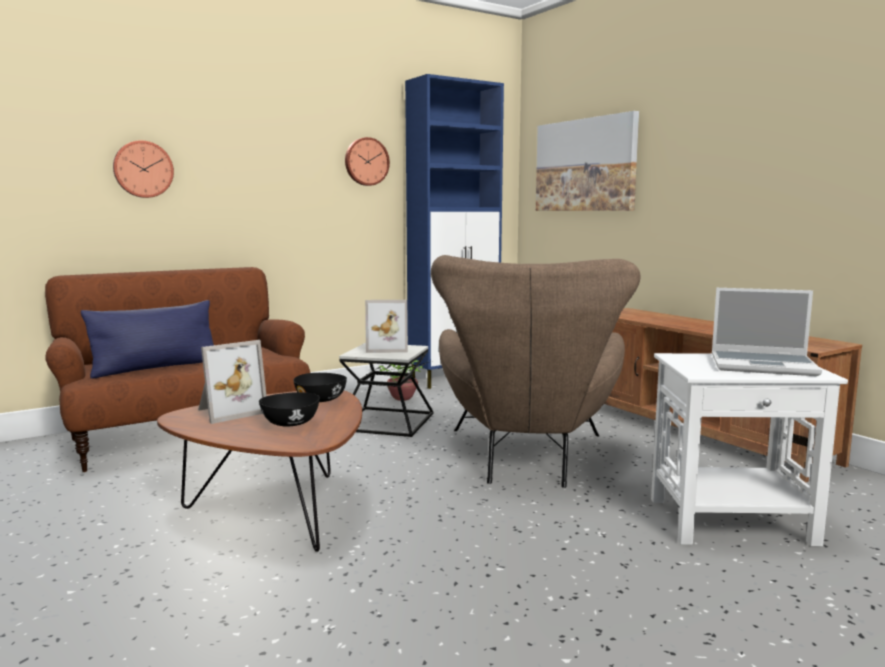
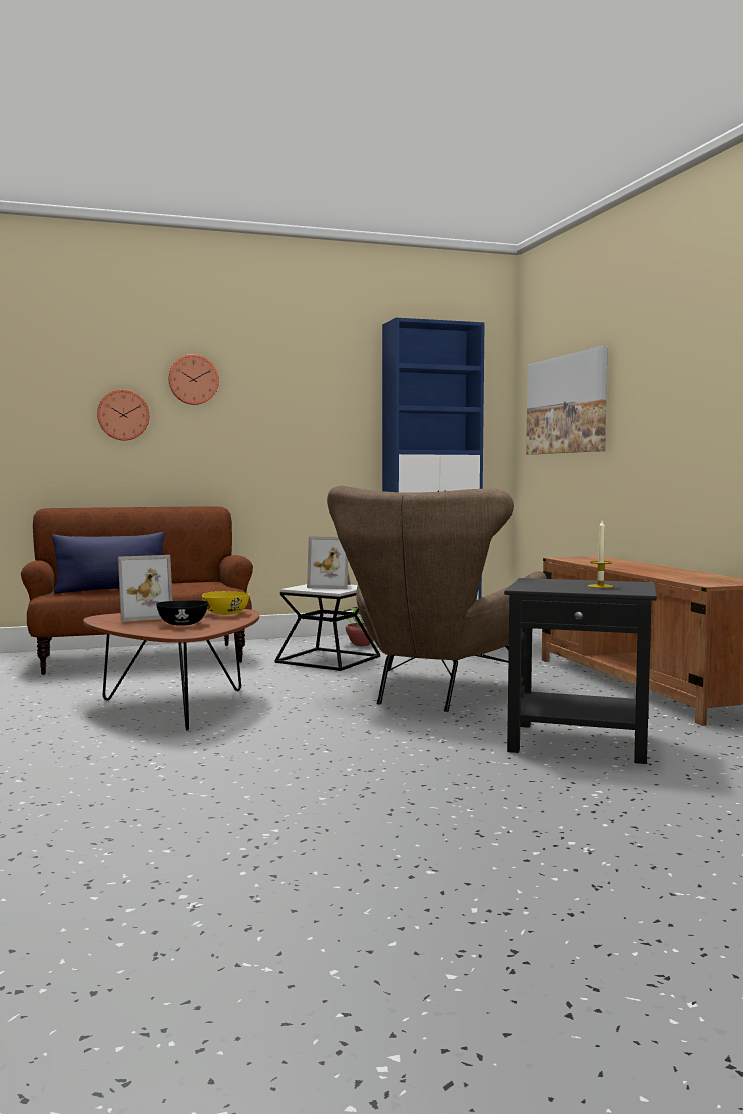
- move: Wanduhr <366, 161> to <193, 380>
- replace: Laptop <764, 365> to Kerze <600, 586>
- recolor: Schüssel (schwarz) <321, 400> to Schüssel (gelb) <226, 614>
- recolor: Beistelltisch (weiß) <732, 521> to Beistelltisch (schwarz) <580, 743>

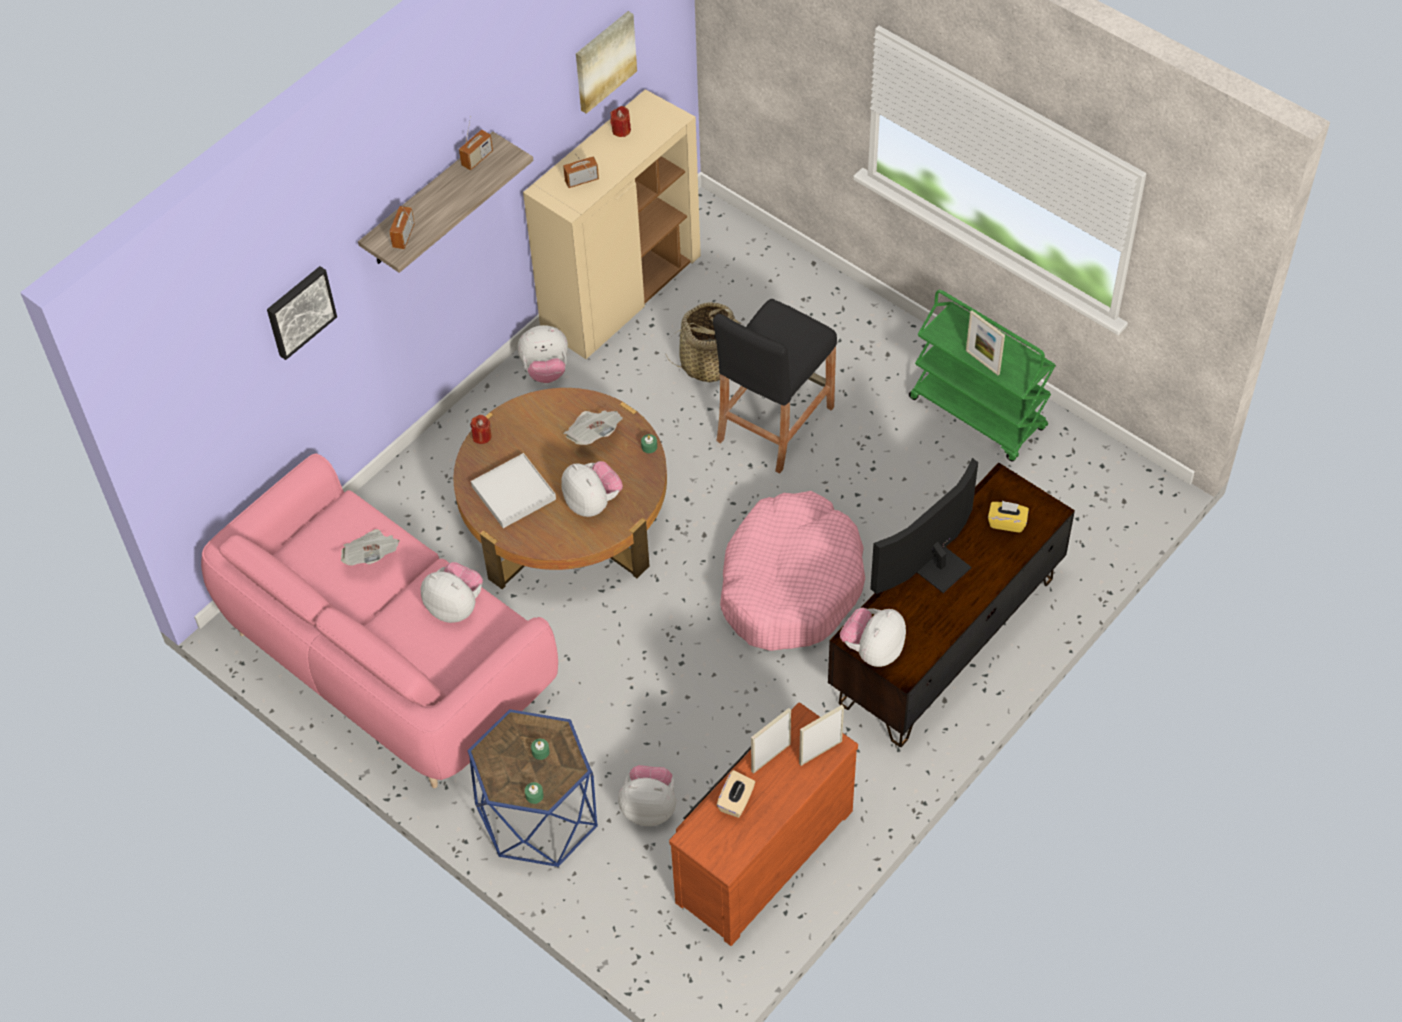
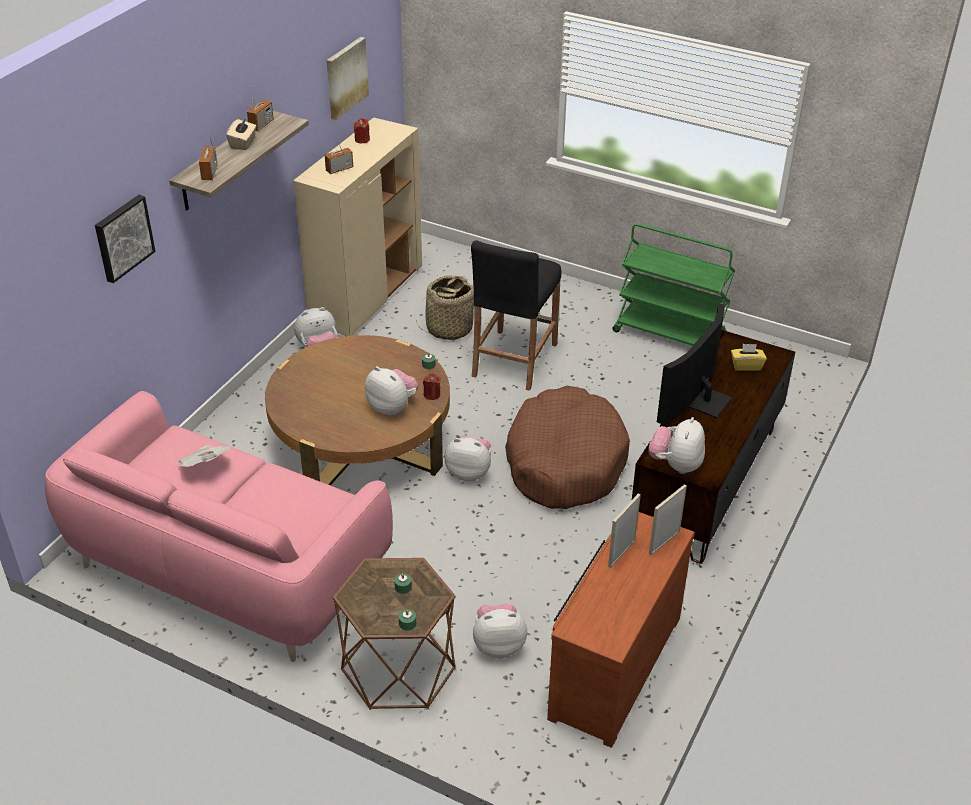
- delete: Tablett (weiß) <513, 492>
- delete: Zeitung <593, 435>
- delete: Bilderrahmen <982, 362>
- move: Plüschtier <455, 606> to <469, 472>
- move: Kerze (rot) <482, 436> to <432, 394>
- move: Taschentuchbox (beige) <736, 801> to <243, 143>
- recolor: Beistelltisch (blau) <539, 816> to Beistelltisch (braun) <398, 668>
- recolor: Hundebett (rosa) <790, 584> to Hundebett (braun) <565, 462>

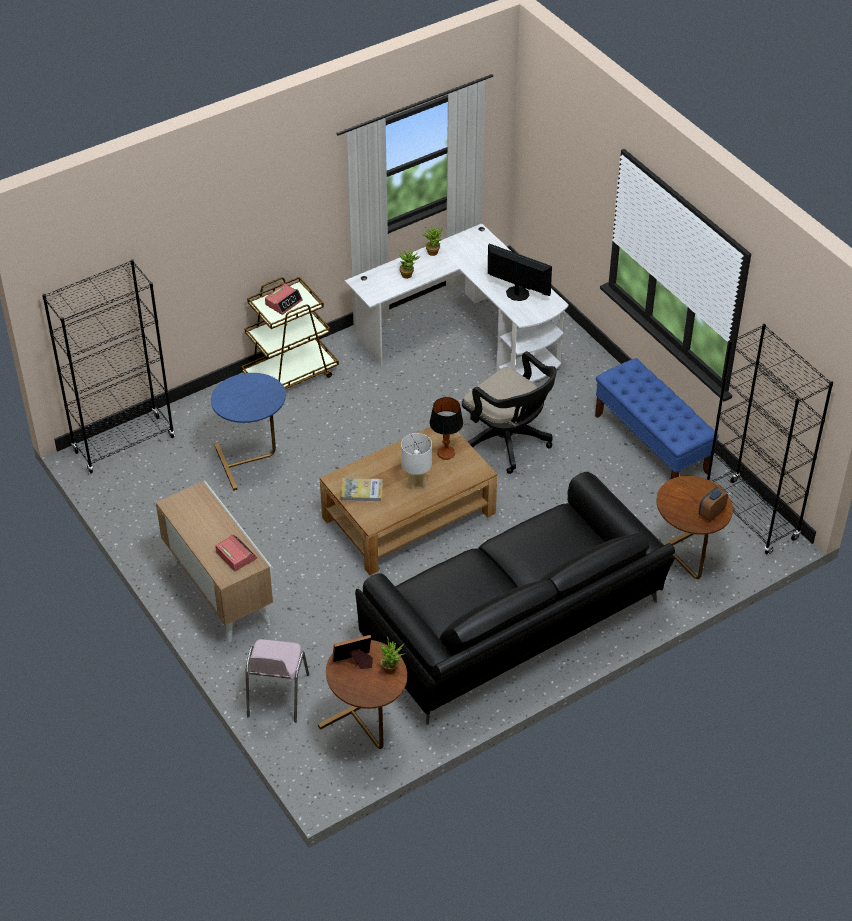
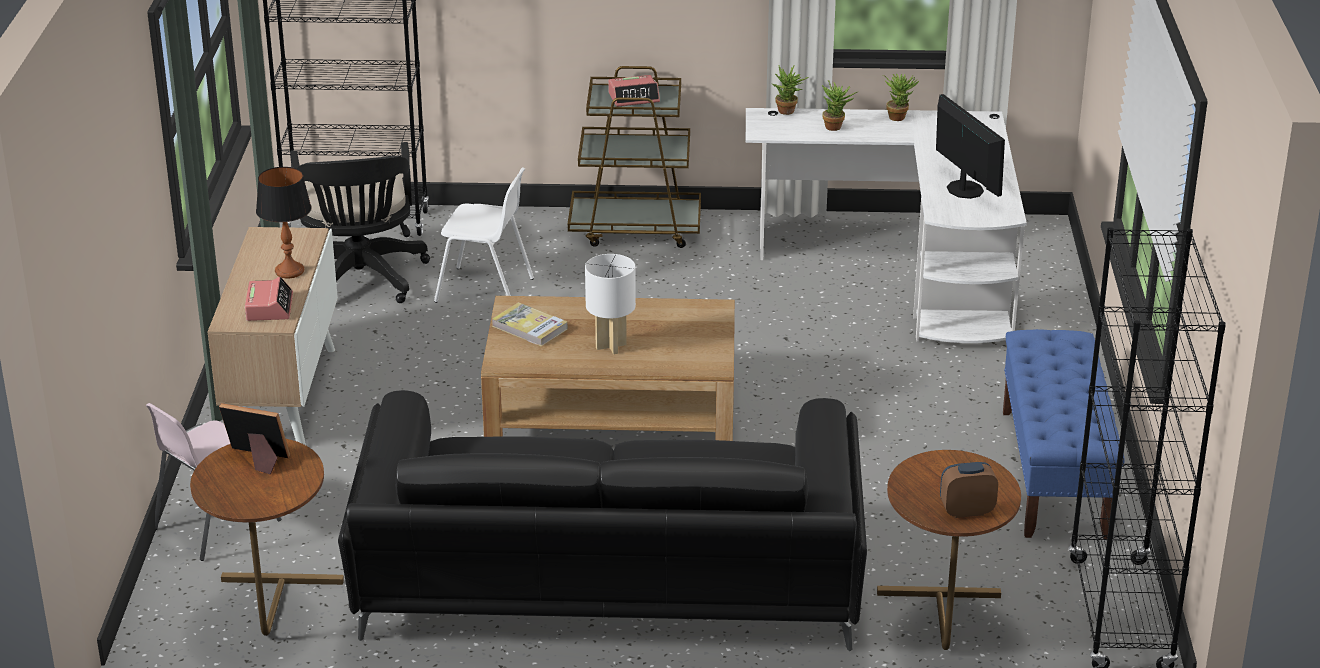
- move: Topfpflanze <392, 669> to <788, 112>
- move: Tischlampe <445, 453> to <289, 271>
- move: Bürostuhl (schwarz) <508, 443> to <360, 280>
- replace: Beistelltisch (blau) <253, 460> to Stuhl (weiß) <486, 290>

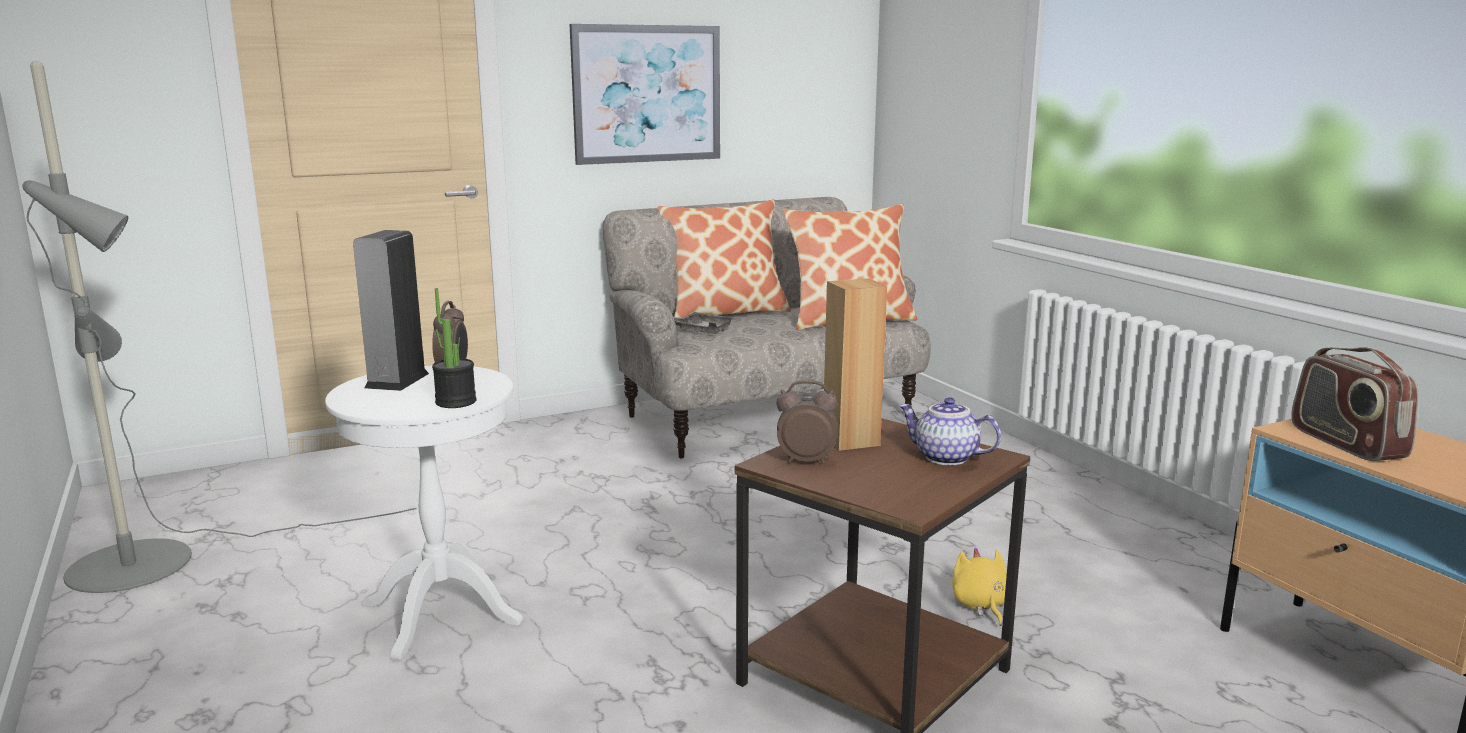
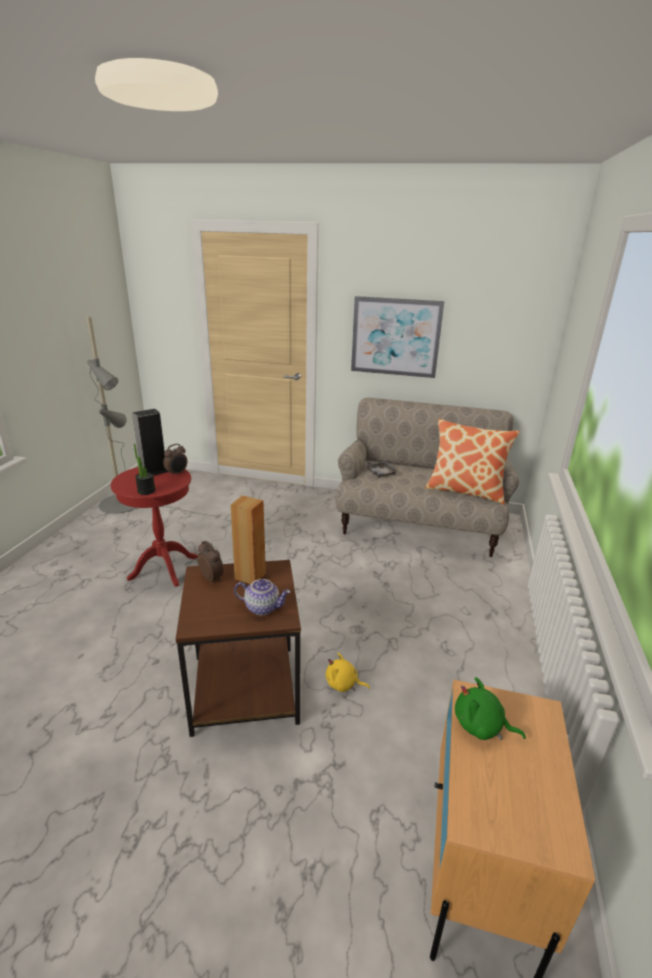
- delete: Kissen <725, 313>
- replace: Radio <1345, 443> to Plüschtier (grün) <481, 726>
- recolor: Beistelltisch (weiß) <441, 612> to Beistelltisch (rot) <164, 568>
- rotate: Teekanne <945, 458> = <263, 607> 120 degrees clockwise
- rotate: Plüschtier (gelb) <981, 605> = <343, 684> 105 degrees counterclockwise

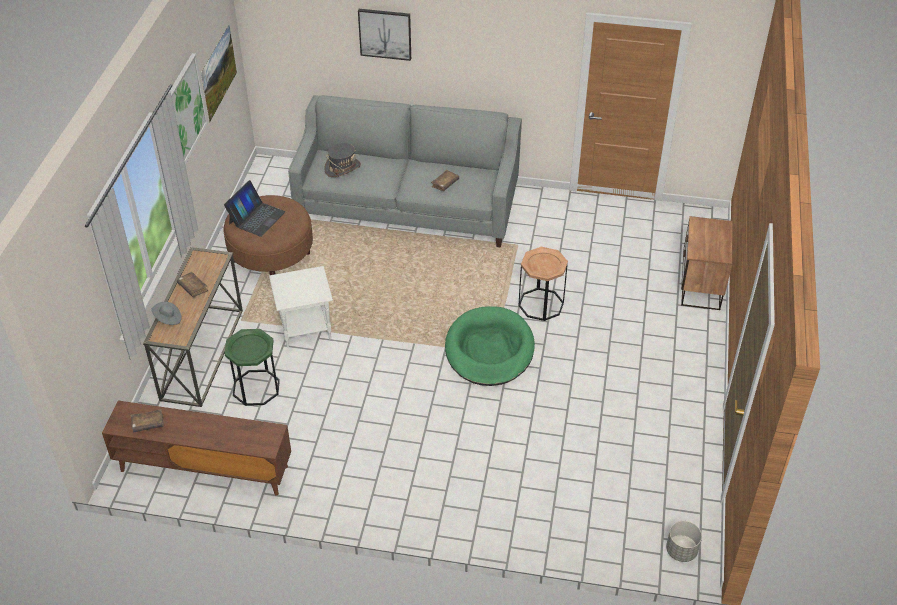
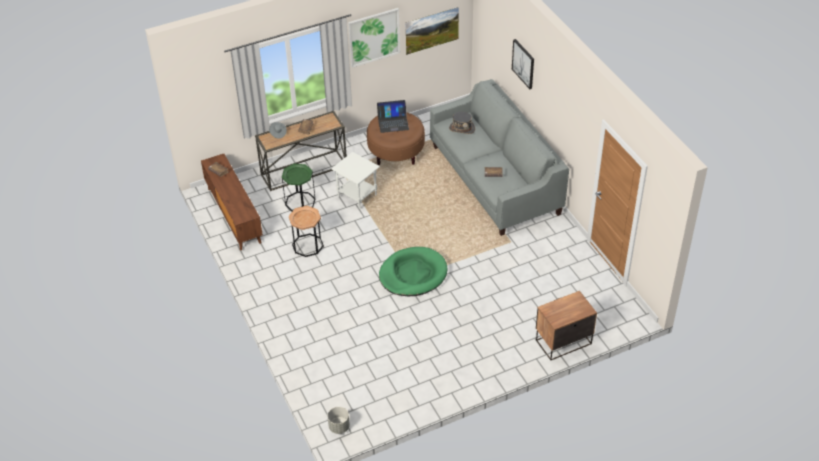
- move: Beistelltisch (braun) <541, 304> to <307, 245>

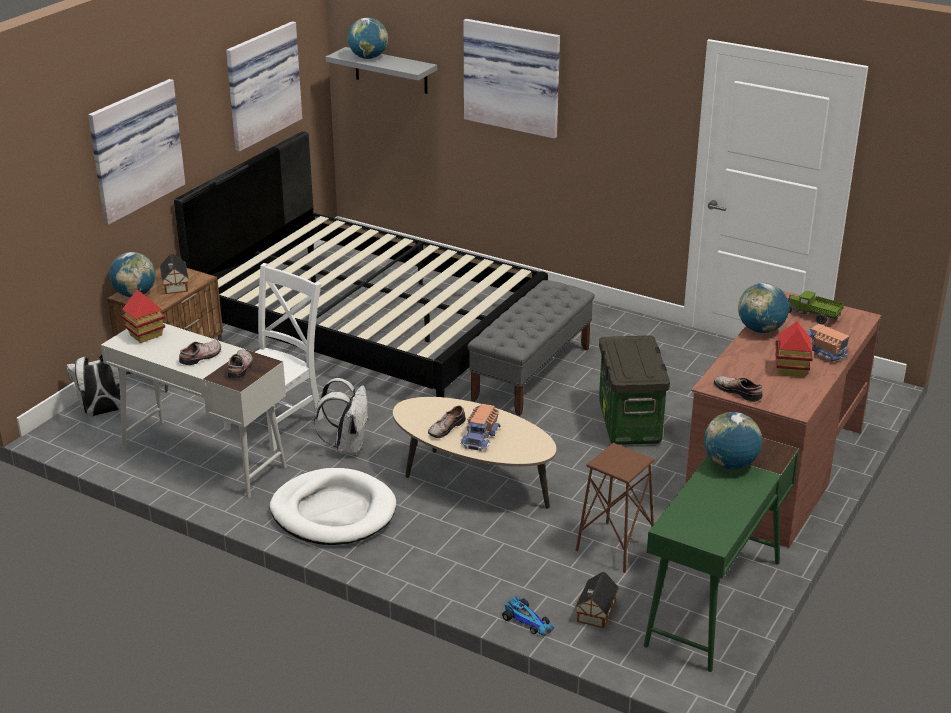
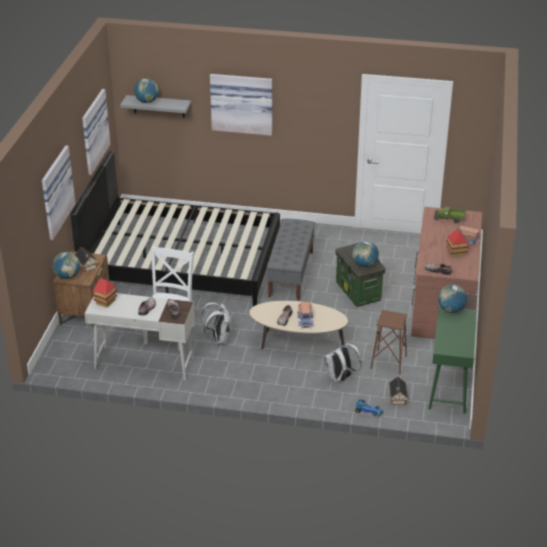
- delete: Hundebett (weiß) <333, 512>
- move: Rucksack (weiß) <103, 412> to <340, 378>
- move: Globus <760, 330> to <365, 264>

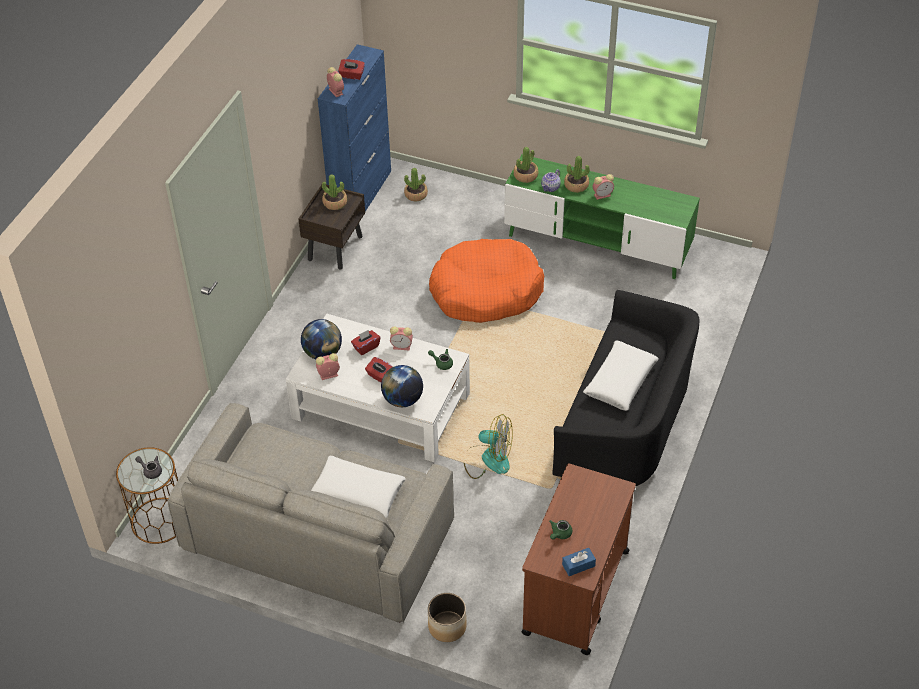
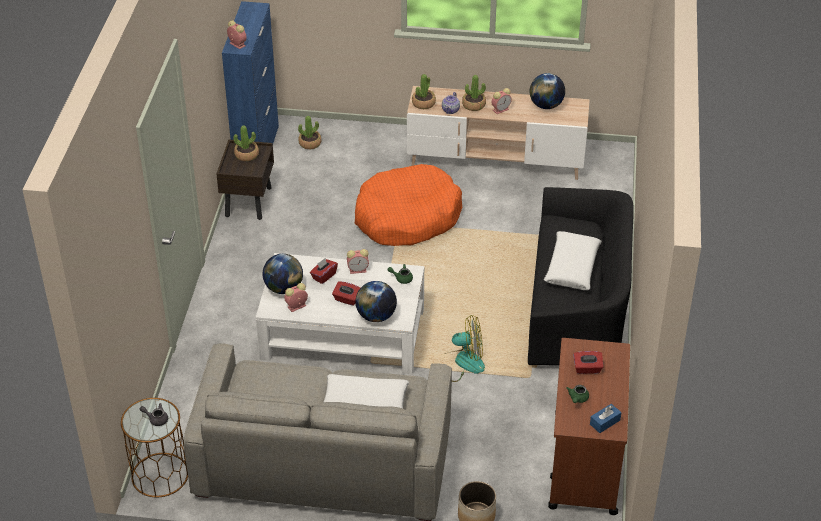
- insert: Globus <546, 105>
- move: Taschentuchbox (rot) <352, 75> to <587, 369>
- recolor: Fernsehschrank (grün) <597, 243> to Fernsehschrank (beige) <496, 160>

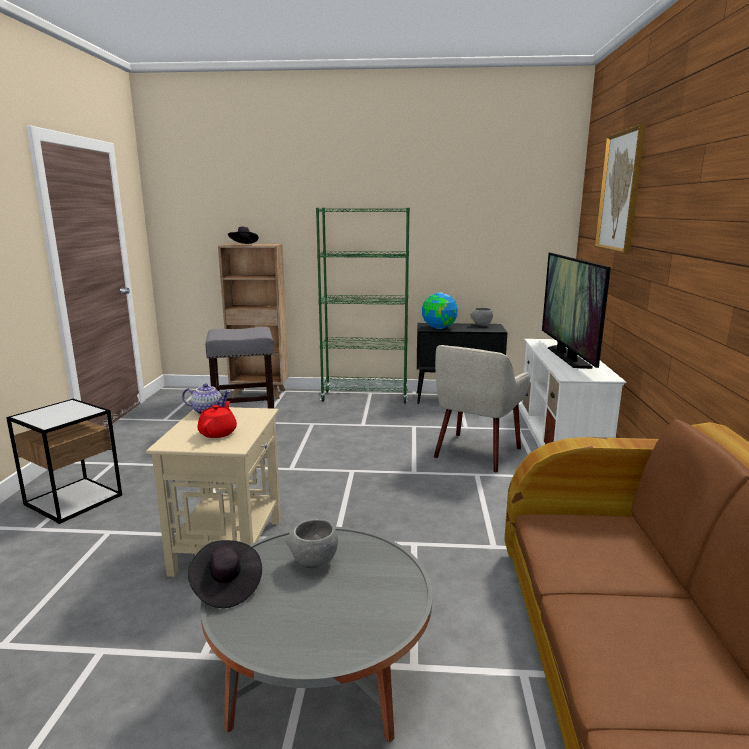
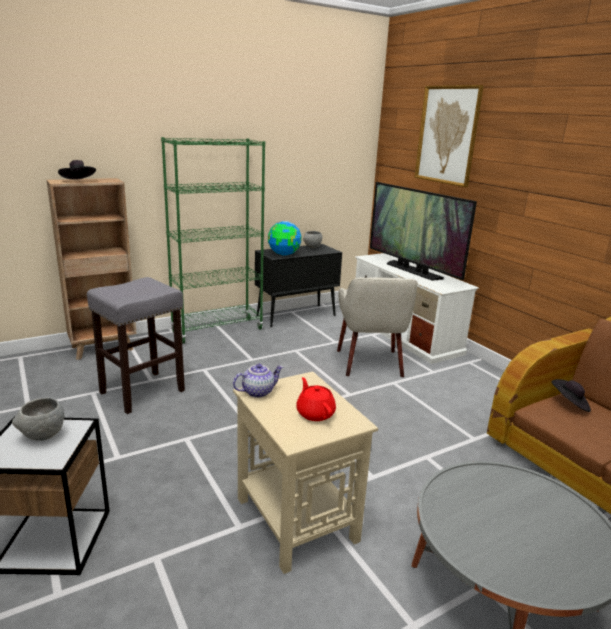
- move: Hut (schwarz) <226, 587> to <569, 404>
- move: Schüssel (grau) <314, 563> to <43, 436>

